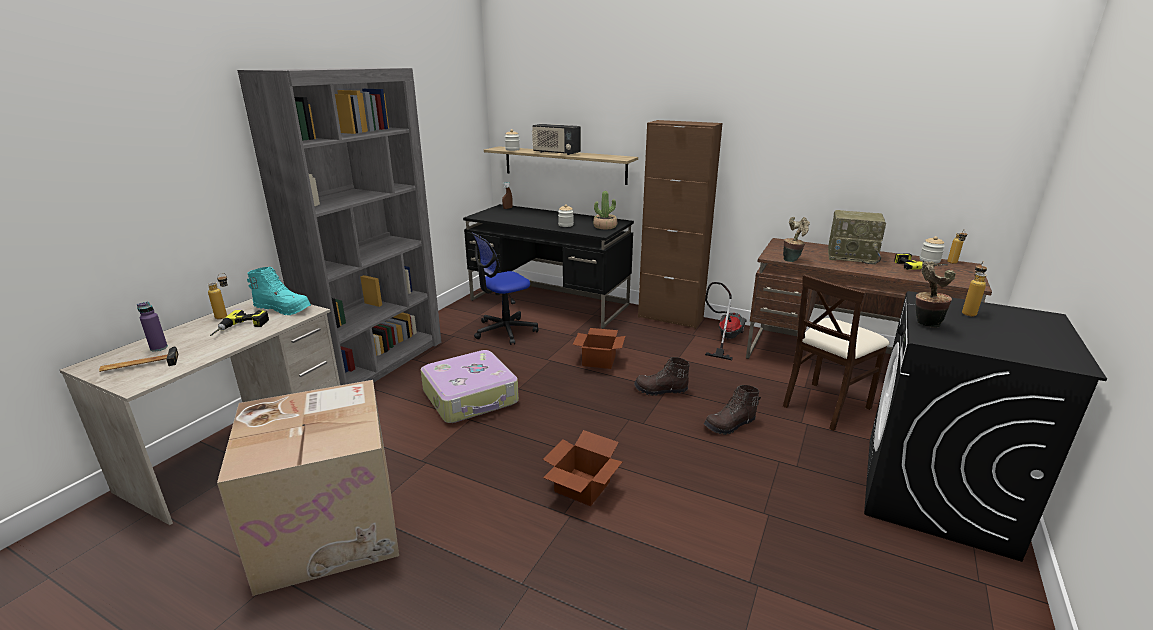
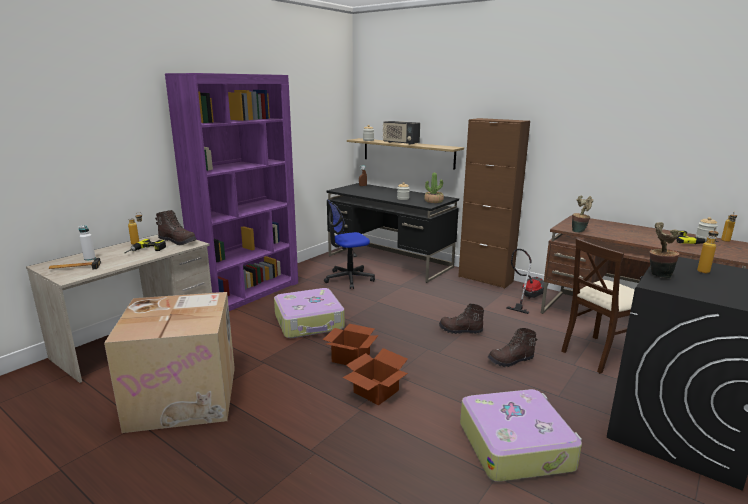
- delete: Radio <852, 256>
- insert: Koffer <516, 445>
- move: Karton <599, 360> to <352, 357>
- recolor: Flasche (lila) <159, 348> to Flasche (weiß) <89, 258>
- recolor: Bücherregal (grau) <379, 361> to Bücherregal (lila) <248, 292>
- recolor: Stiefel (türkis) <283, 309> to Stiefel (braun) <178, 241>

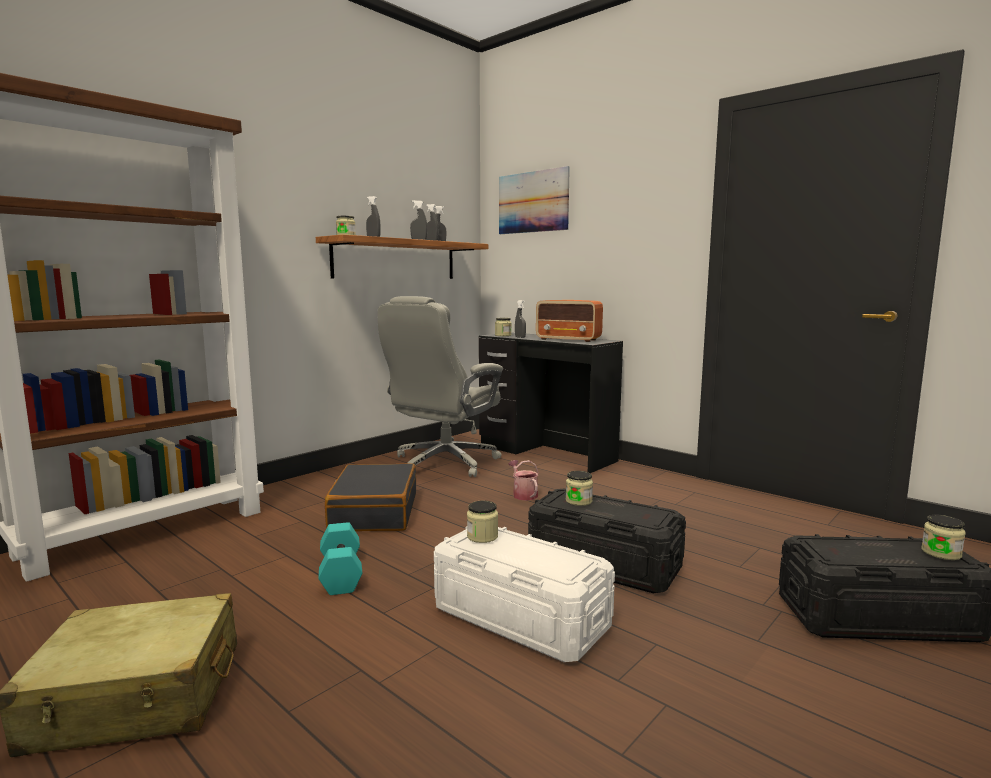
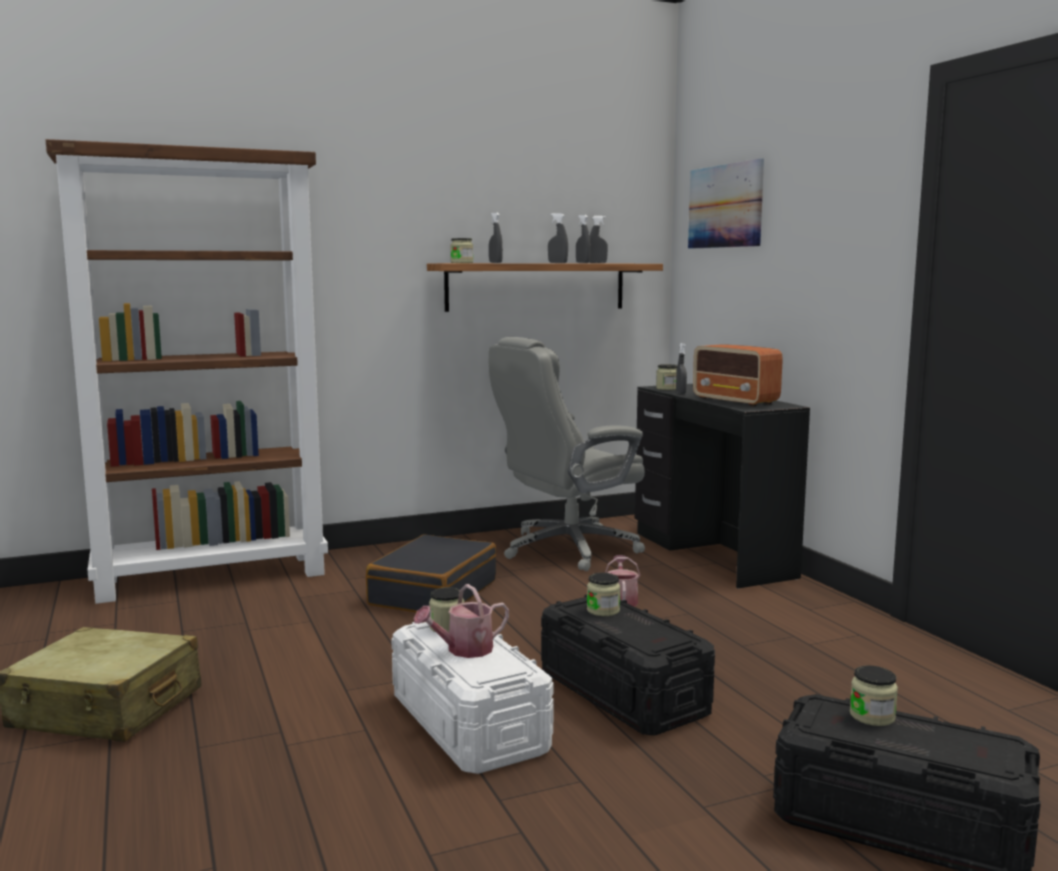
- delete: Hantel (türkis) <339, 573>
- insert: Gießkanne <464, 650>
- move: Vorratsglas <941, 553> to <872, 716>

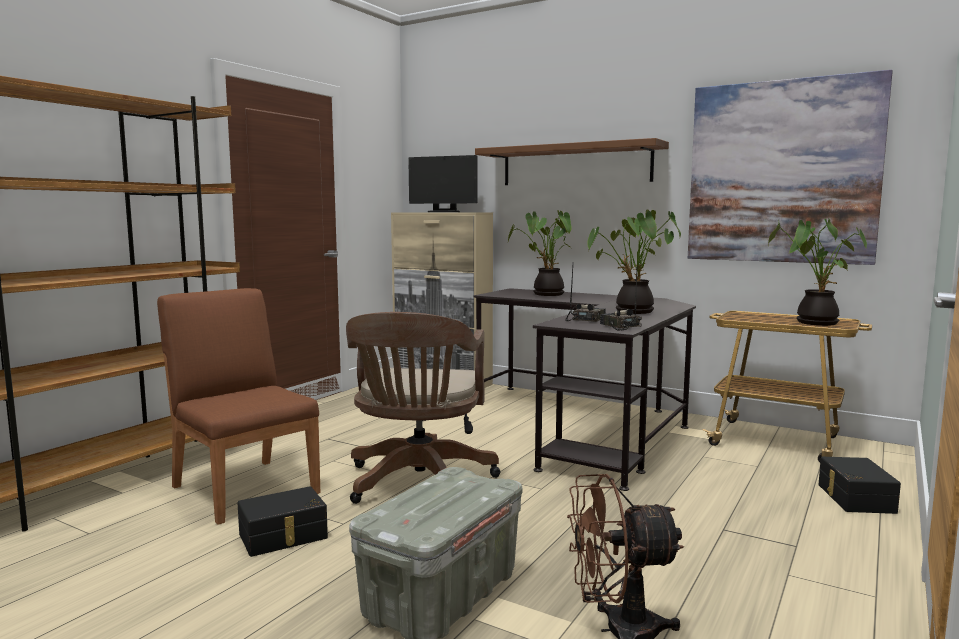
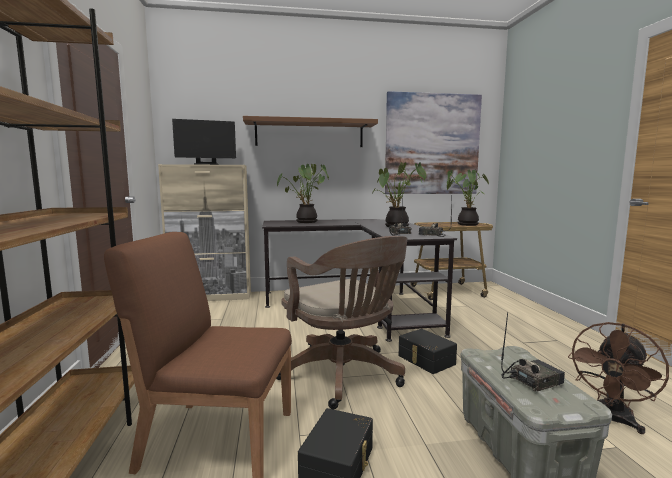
- insert: Radio <531, 380>
- move: Aufbewahrungsbox (schwarz) <854, 498> to <425, 360>

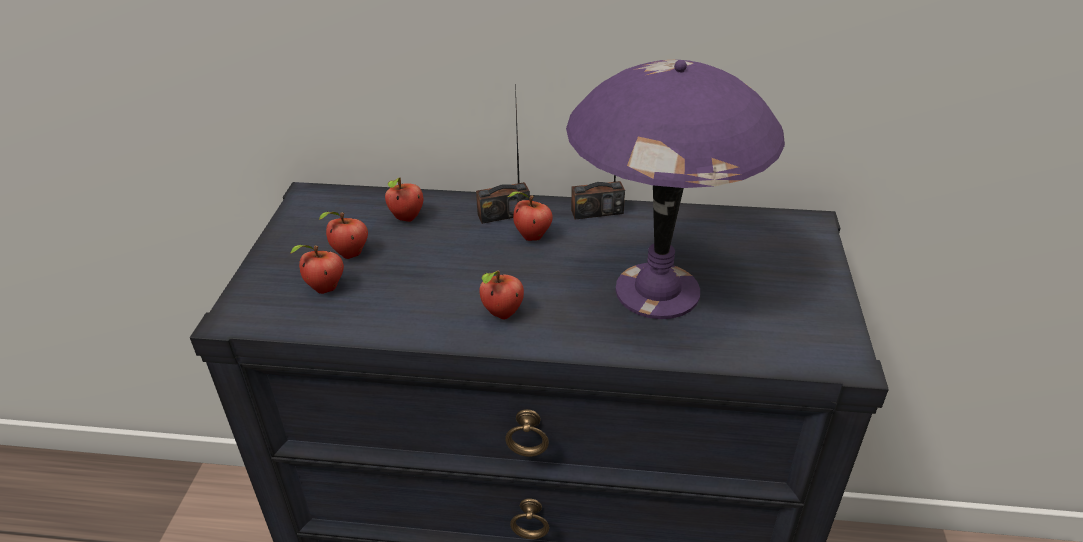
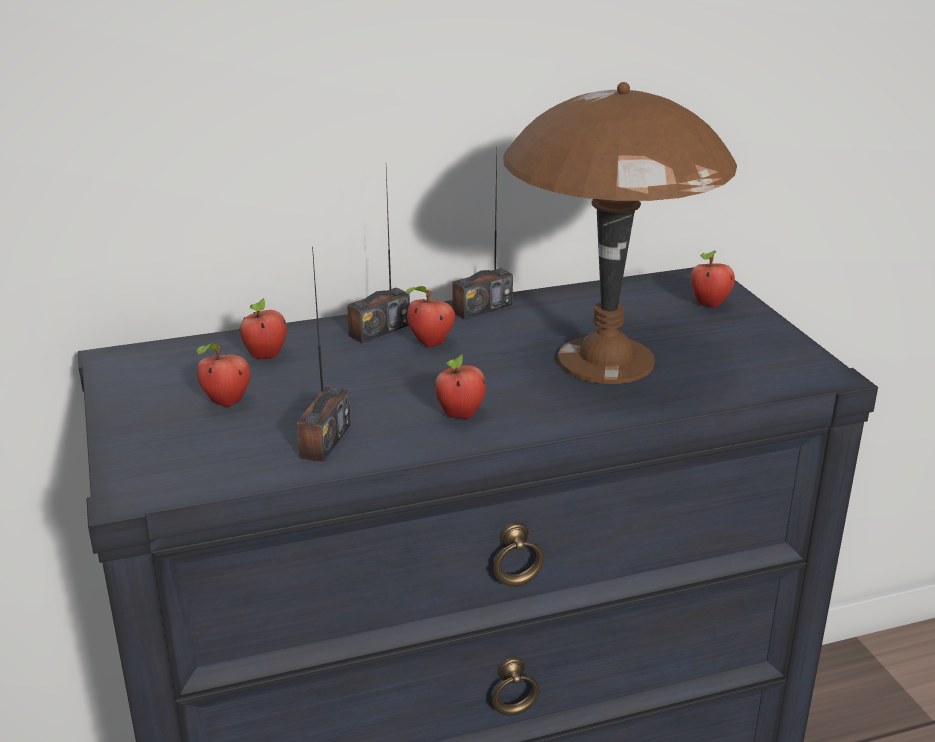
- insert: Radio <325, 441>
- move: Apfel <324, 289> to <710, 305>
- recolor: Tischlampe (lila) <657, 290> to Tischlampe (braun) <604, 359>

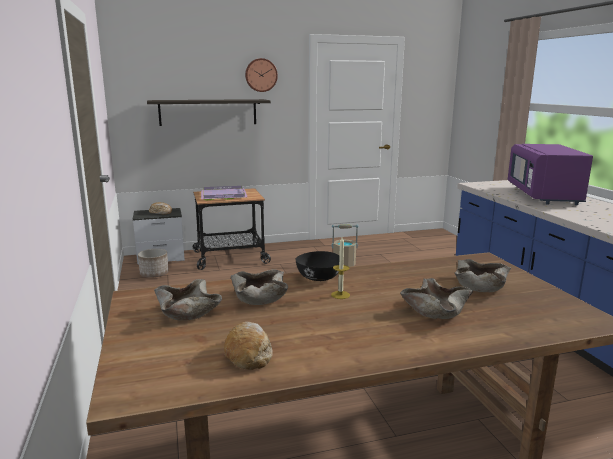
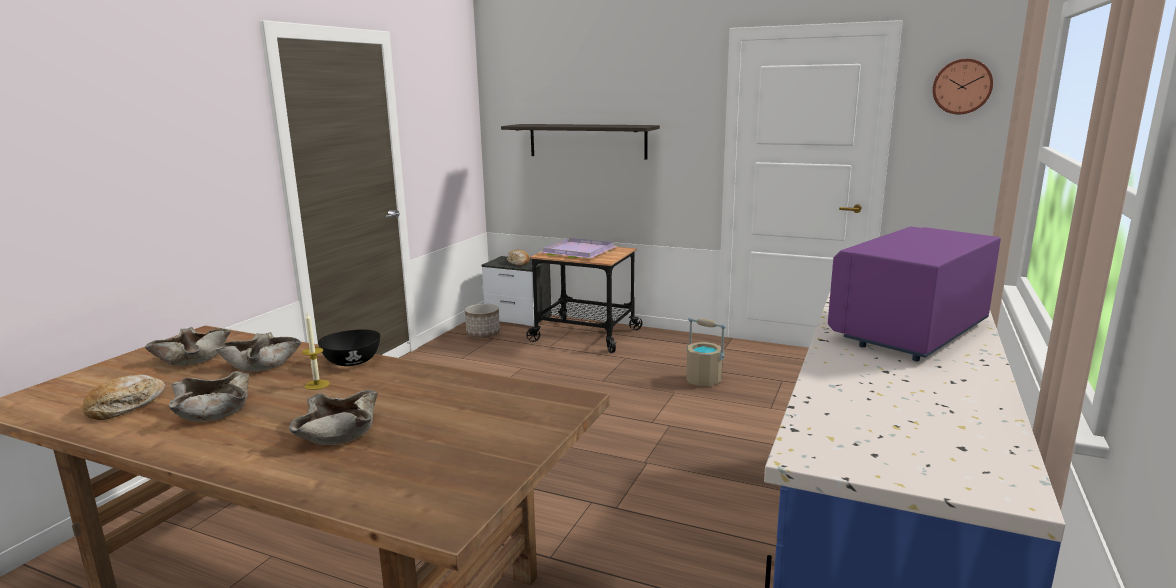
- move: Wanduhr <261, 75> to <961, 86>
- move: Schüssel (beige) <479, 285> to <215, 410>

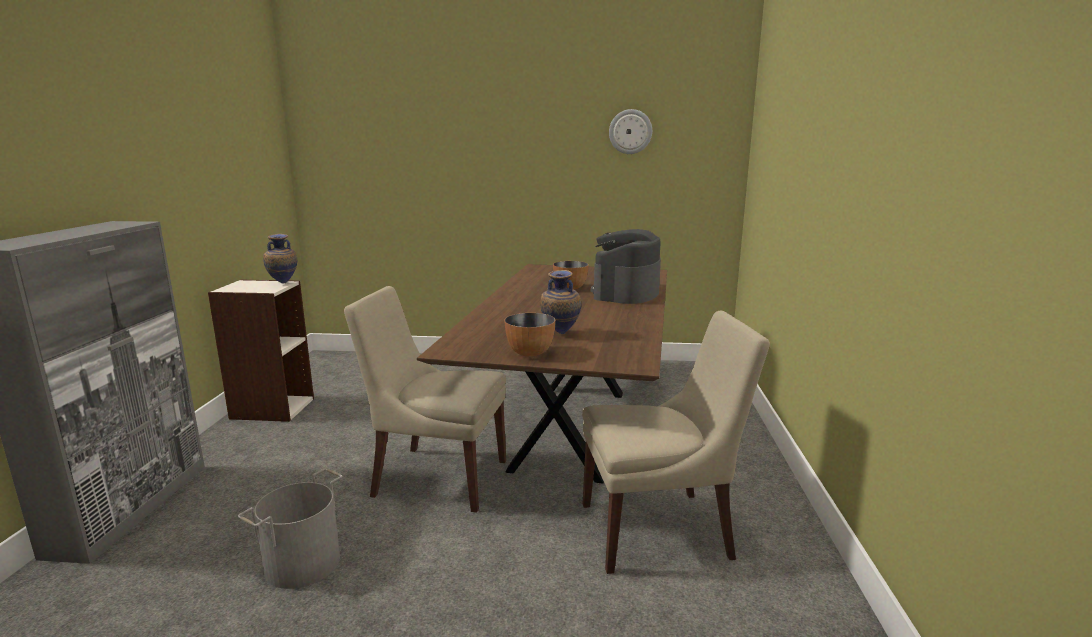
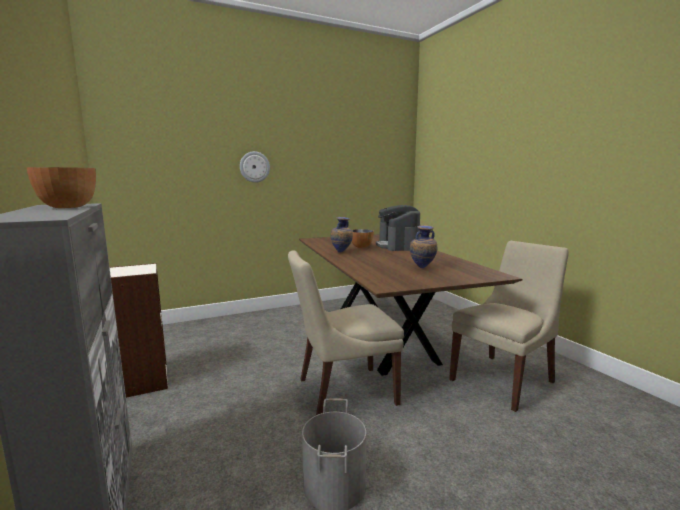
- move: Vase <283, 284> to <341, 253>
- move: Schüssel <529, 353> to <67, 207>
- move: Wanduhr <630, 131> to <254, 167>

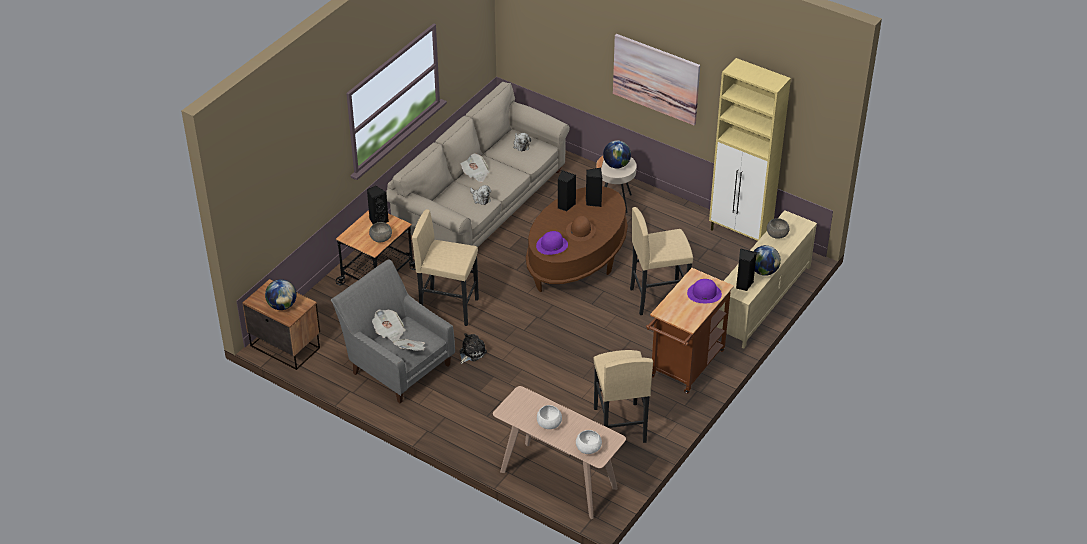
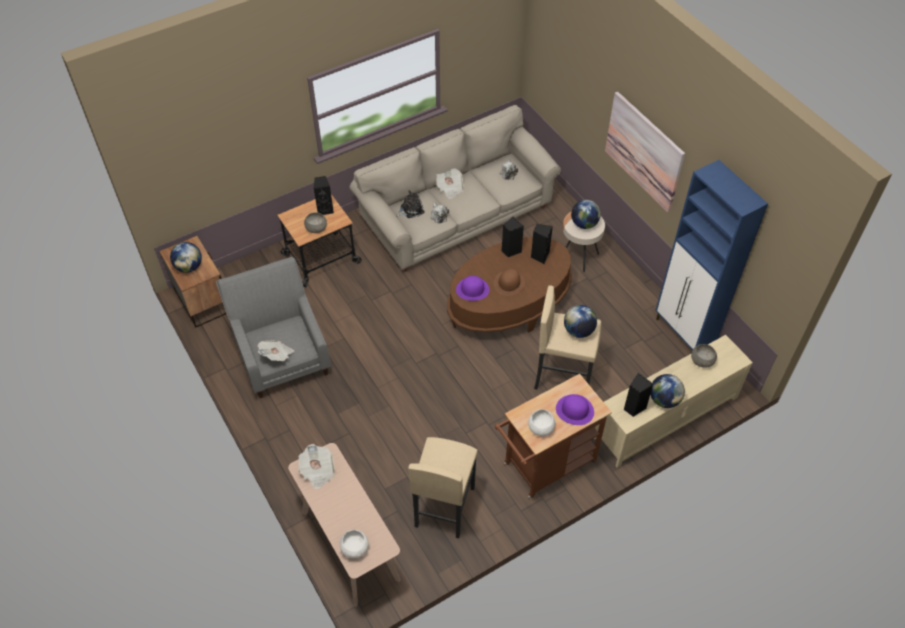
- delete: Hocker (beige) <449, 307>
- insert: Globus <578, 331>
- move: Zeitung <389, 332> to <317, 471>
- move: Plüschtier <471, 352> to <410, 209>
- move: Schüssel (weiß) <548, 423> to <540, 427>
- recolor: Schrank (beige) <740, 234> to Schrank (blau) <683, 334>

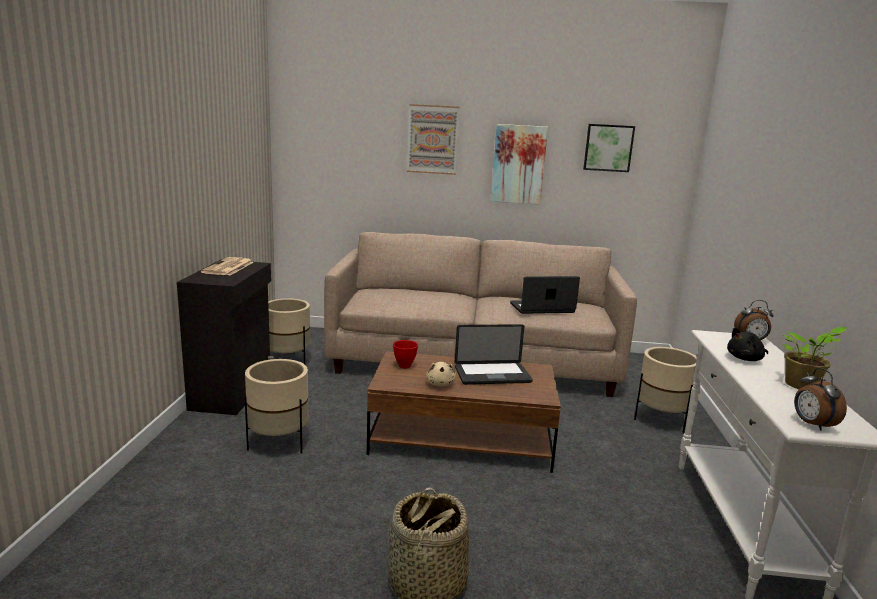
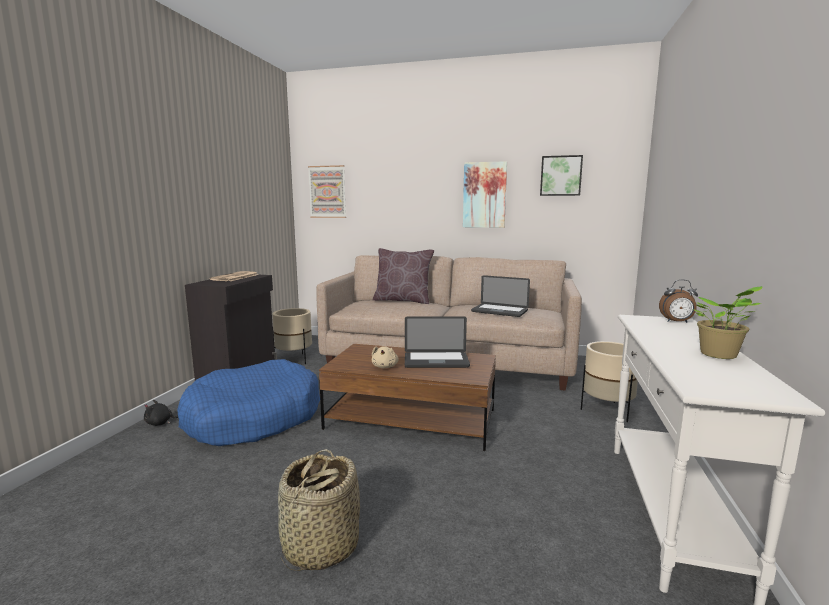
- delete: Schüssel (rot) <404, 366>
- delete: Wecker <812, 424>
- insert: Kissen (braun) <403, 300>
- move: Bild <432, 139> to <327, 192>
- move: Plüschtier (schwarz) <746, 359> to <161, 423>
- replace: Pflanzkübel (beige) <279, 443> to Hundebett (blau) <253, 418>
- rotate: Laptop <542, 308> = <499, 311> 150 degrees counterclockwise

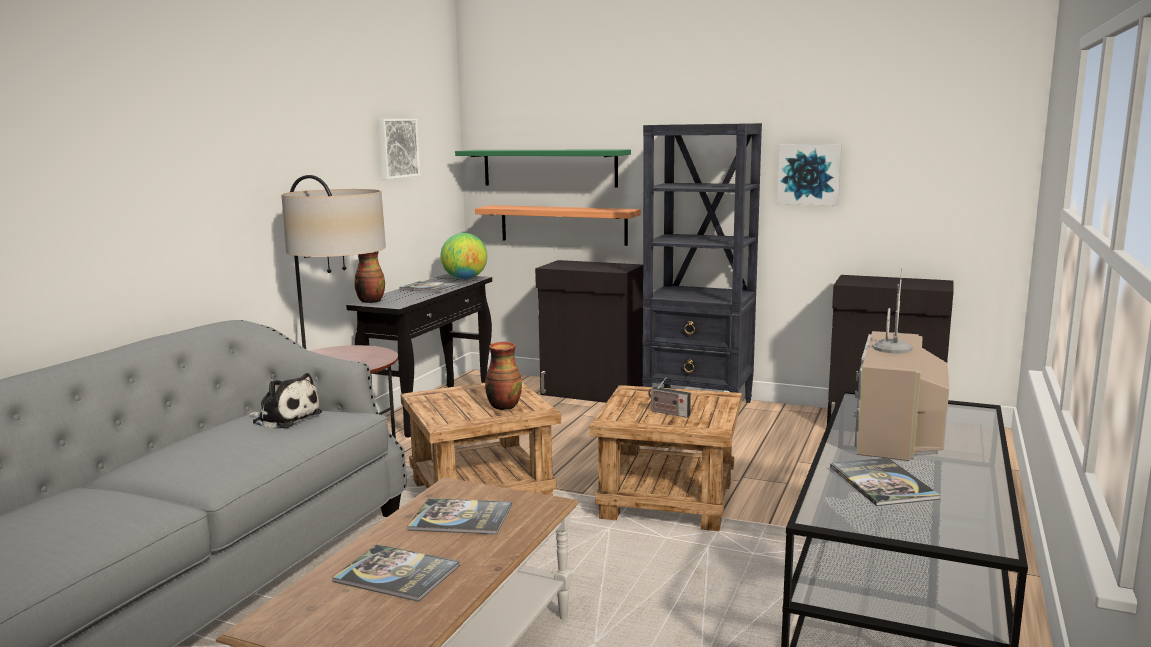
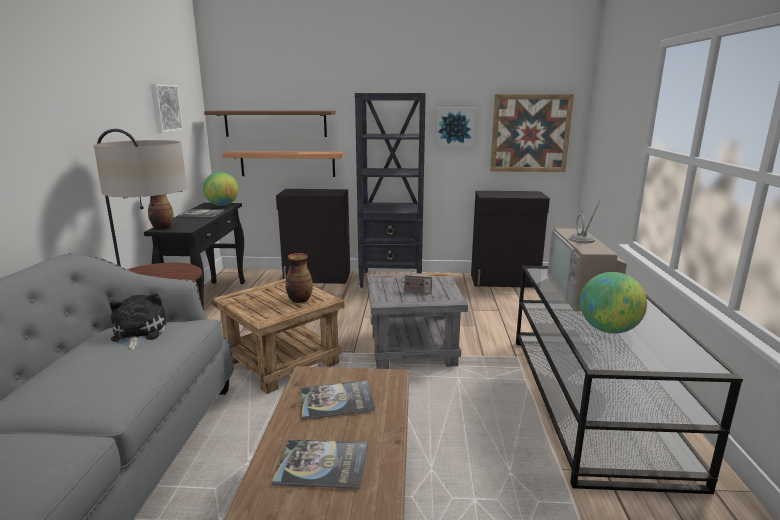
- insert: Bild <530, 133>
- replace: Buch <882, 483> to Globus <608, 330>
- recolor: Wandregal (grün) <549, 168> to Wandregal (braun) <275, 123>
- recolor: Beistelltisch (braun) <669, 499> to Beistelltisch (grau) <413, 348>
- rotate: Plüschtier <285, 418> = <138, 334> 105 degrees counterclockwise

